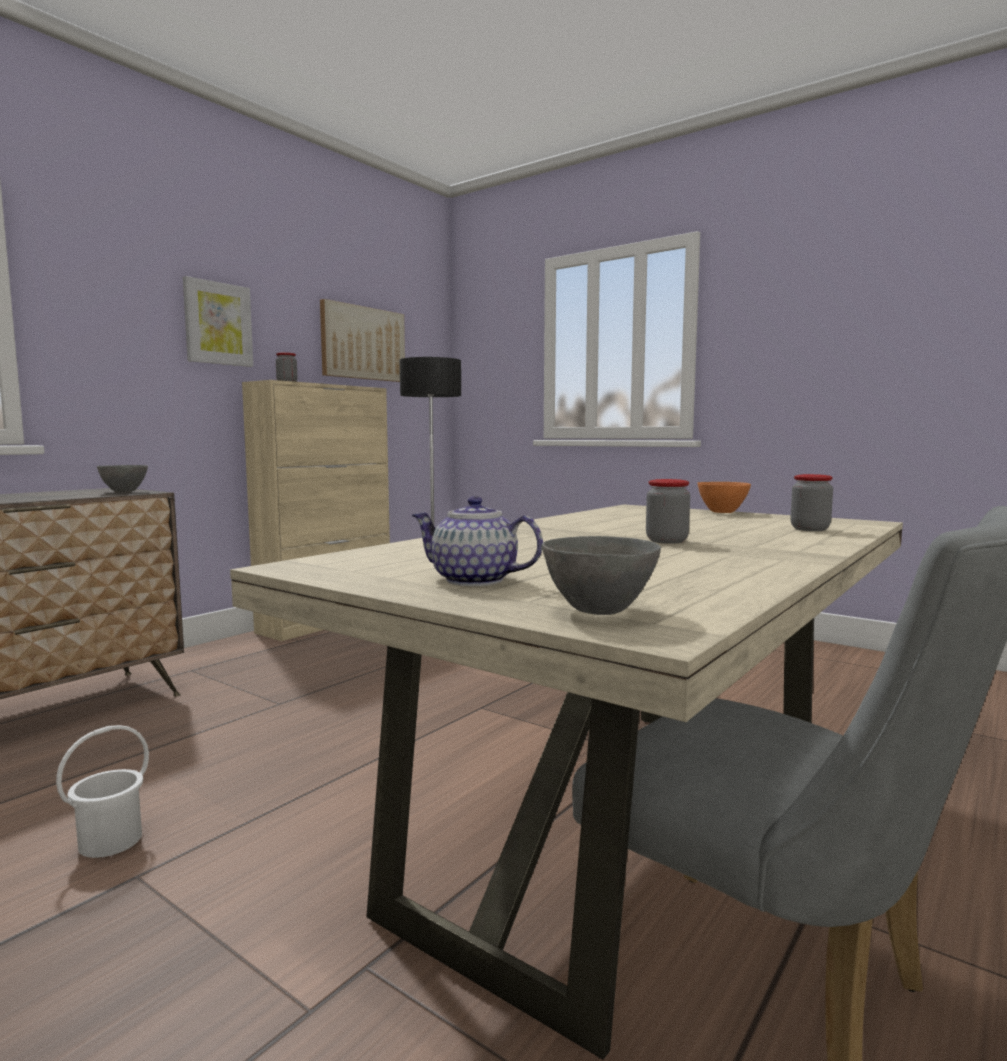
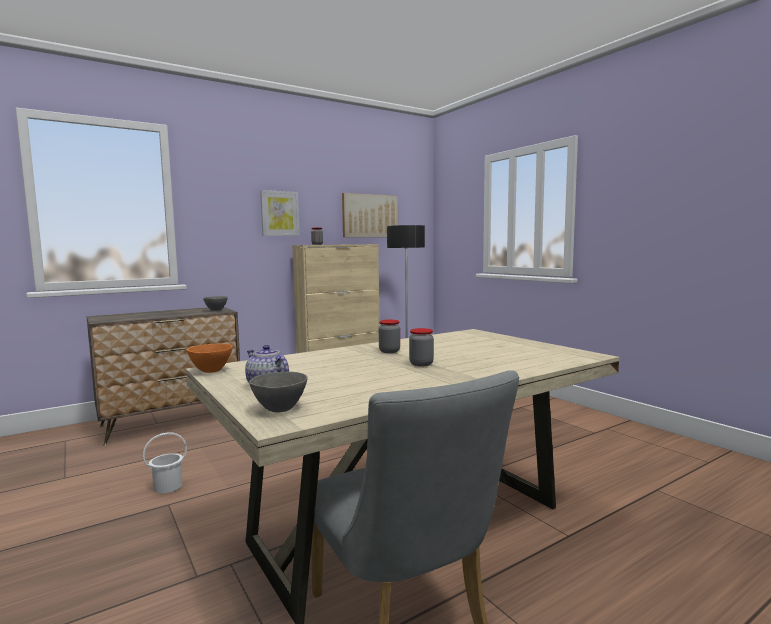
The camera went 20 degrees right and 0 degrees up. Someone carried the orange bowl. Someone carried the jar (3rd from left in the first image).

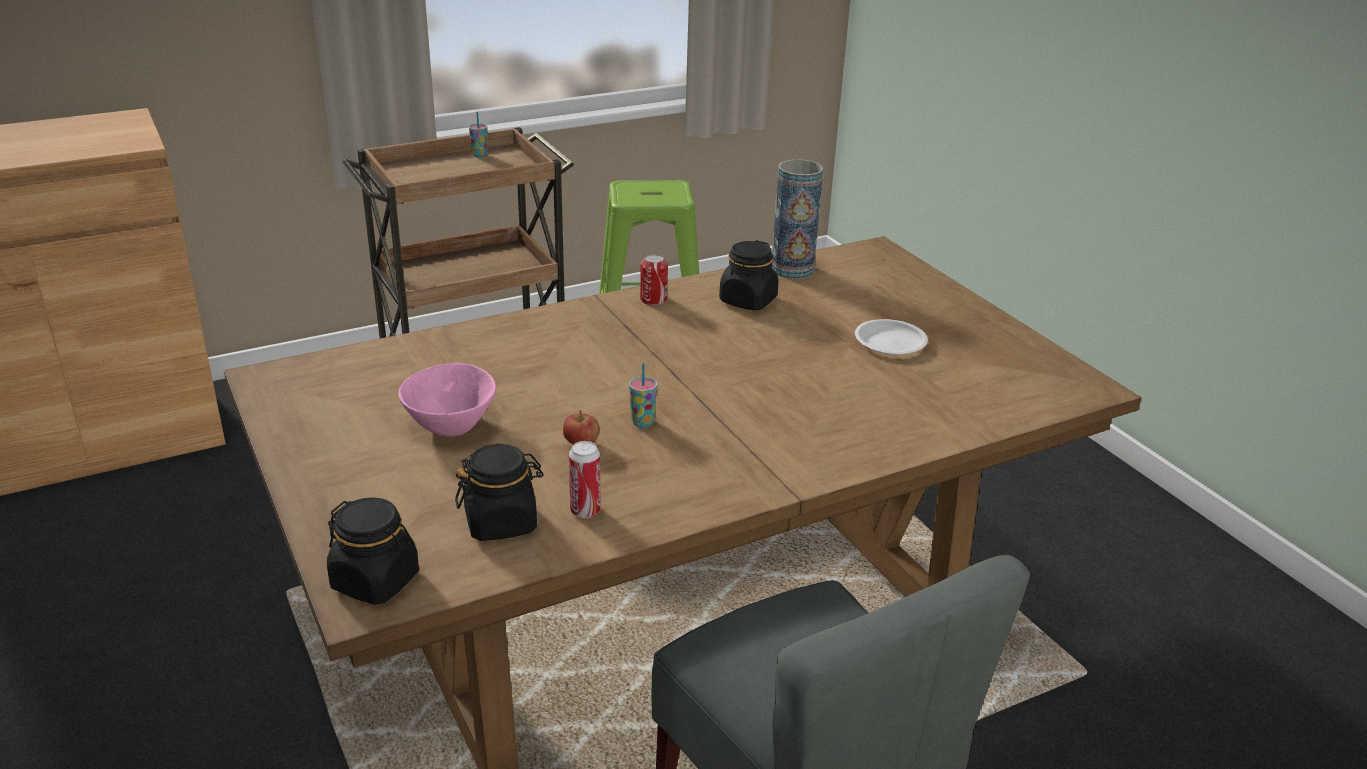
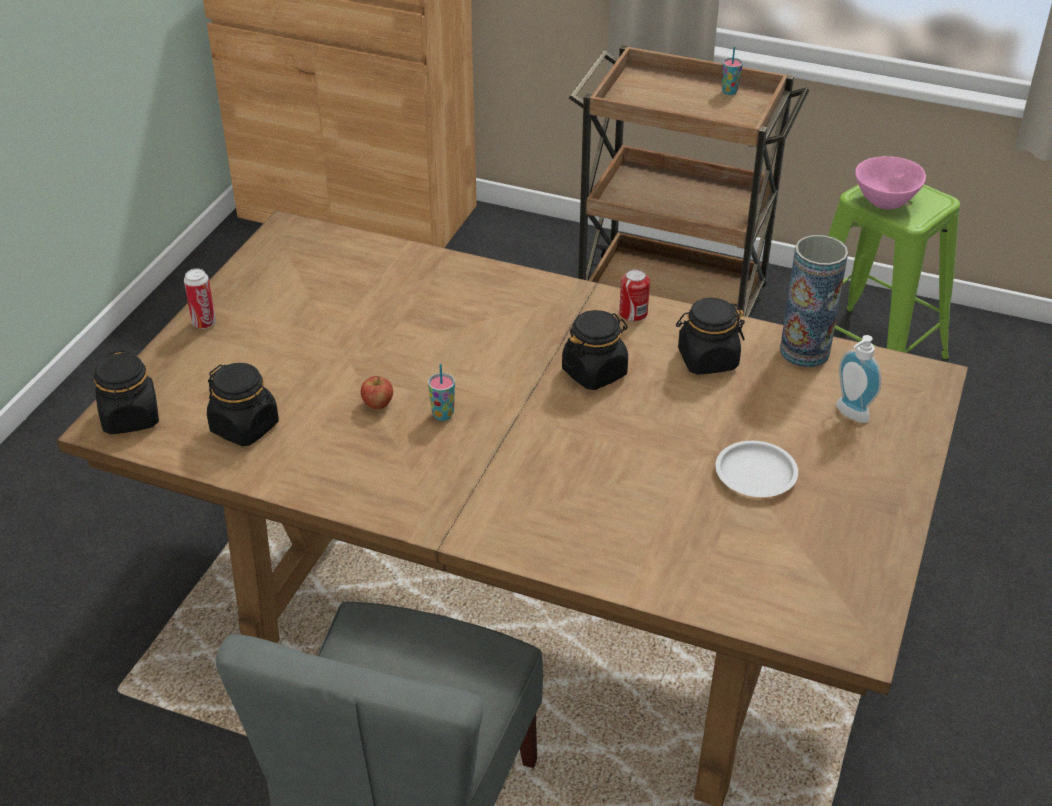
The camera went 50 degrees right and 10 degrees up. Someone put down the black jar (3rd from left). Someone put down the soap dispenser. Someone carried the pink bowl. Someone carried the can (1st from left).

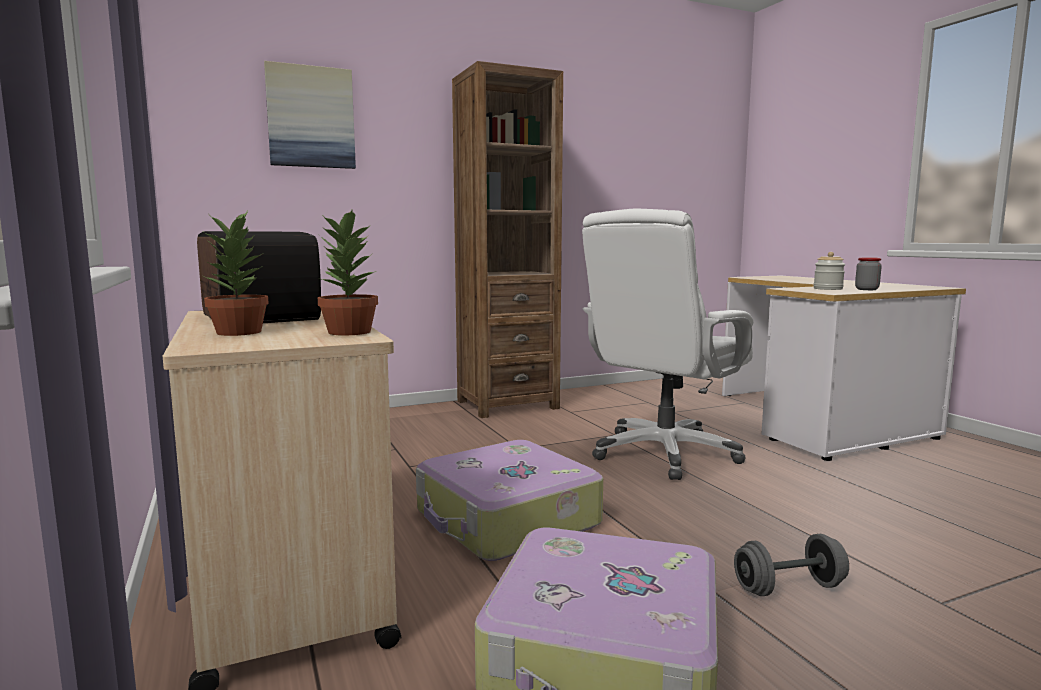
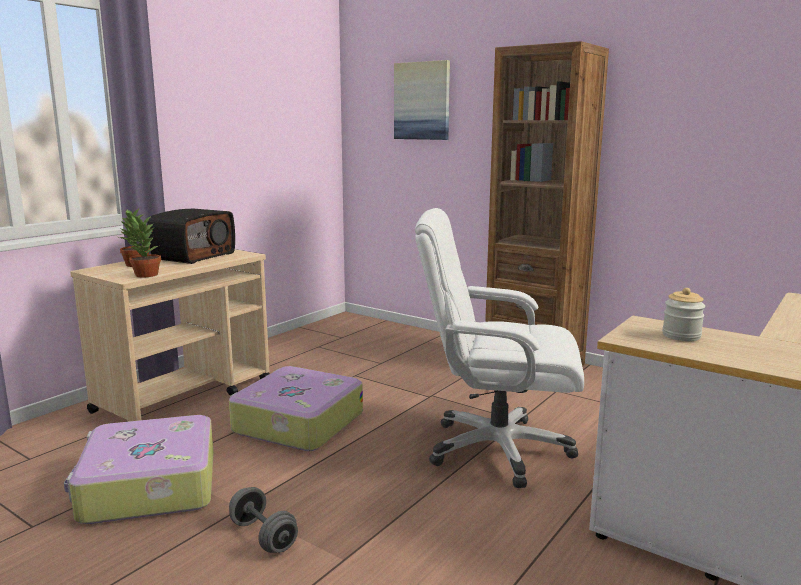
The camera went 60 degrees right and 5 degrees up. Someone took away the jar (2nd from left).

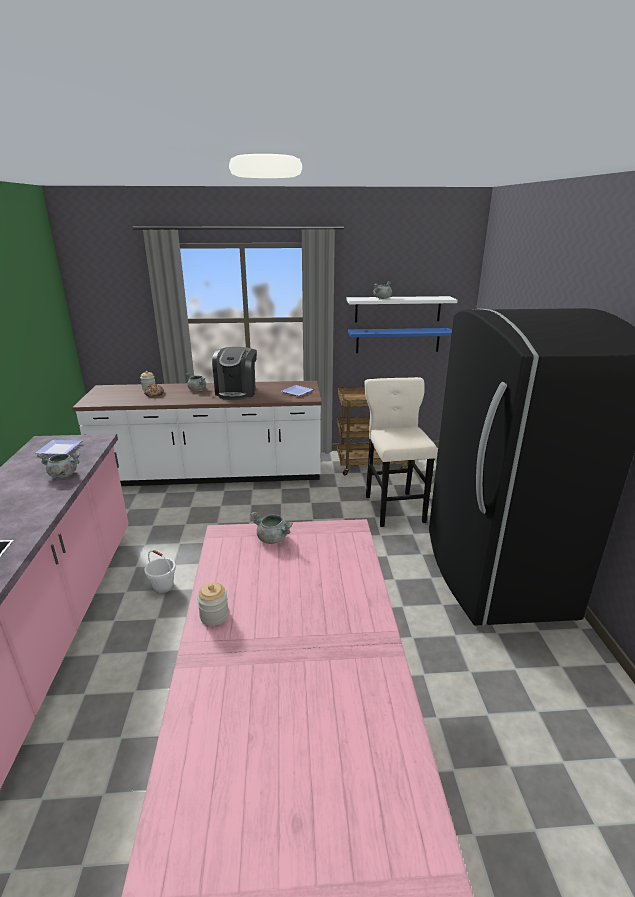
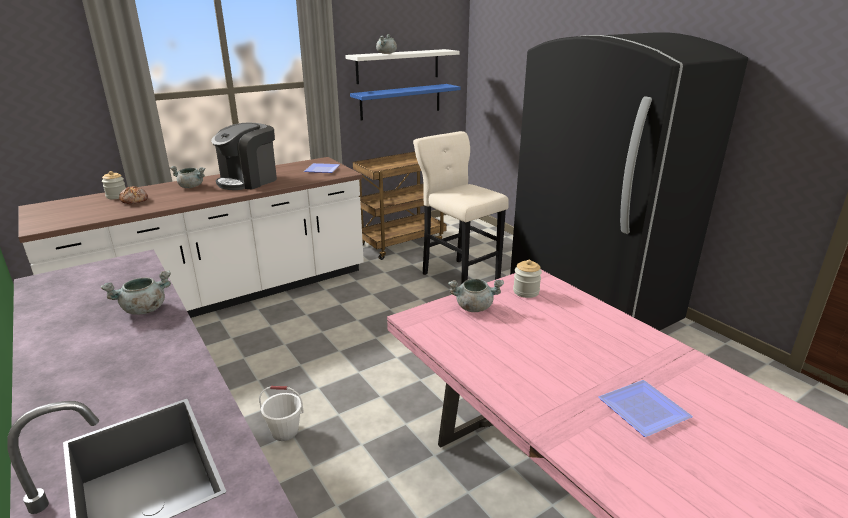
The camera went 30 degrees left and 0 degrees up. Someone carried the plate (1st from left in the first image). Someone carried the jar (2nd from left). Someone rotated the coffee machine by 60 degrees clockwise.

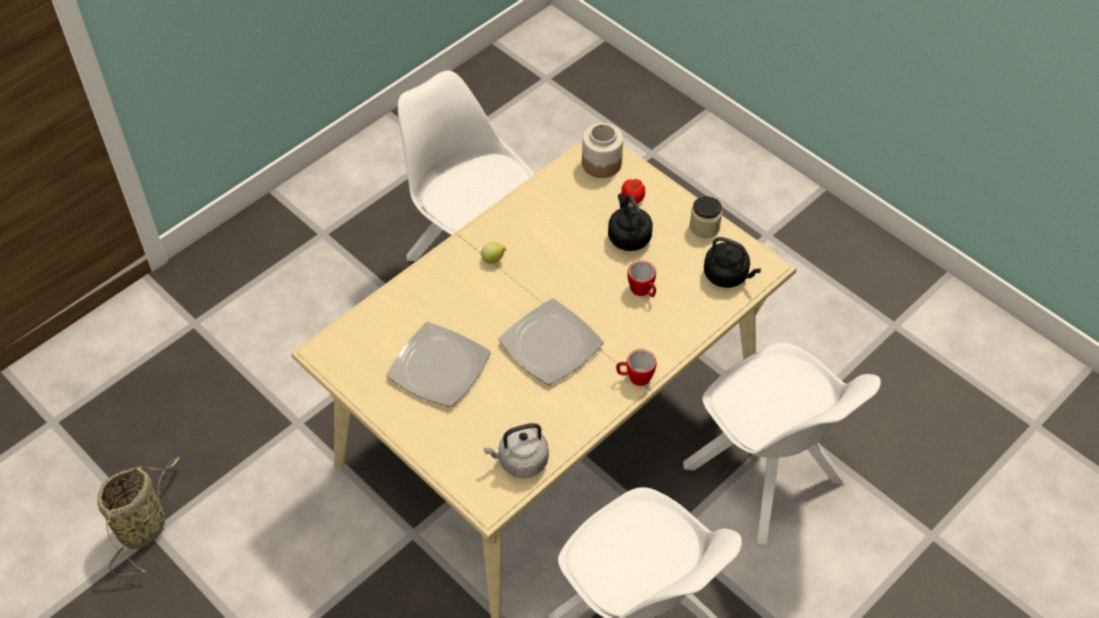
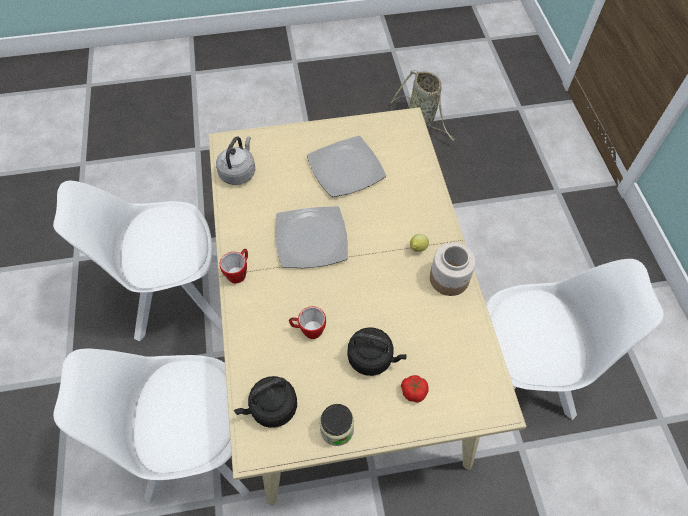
The camera went 125 degrees right and 5 degrees up. Someone carried the jar (1st from left in the first image).

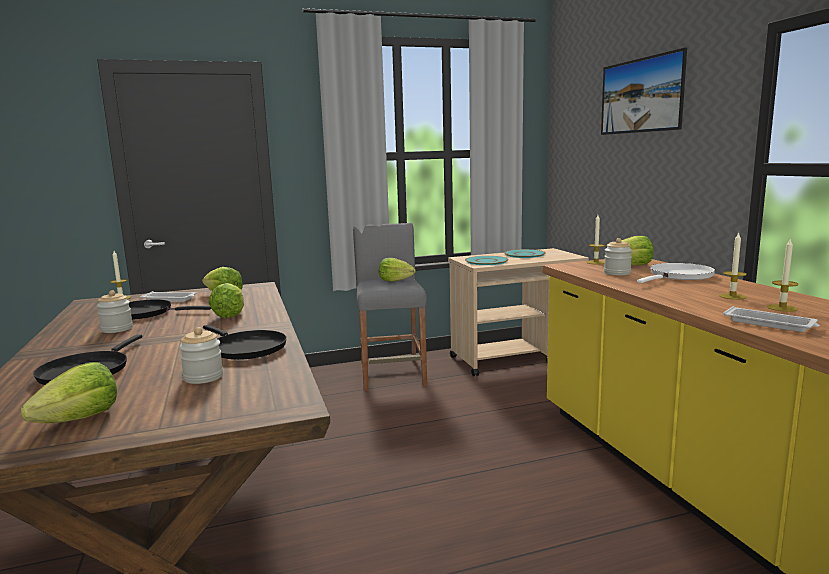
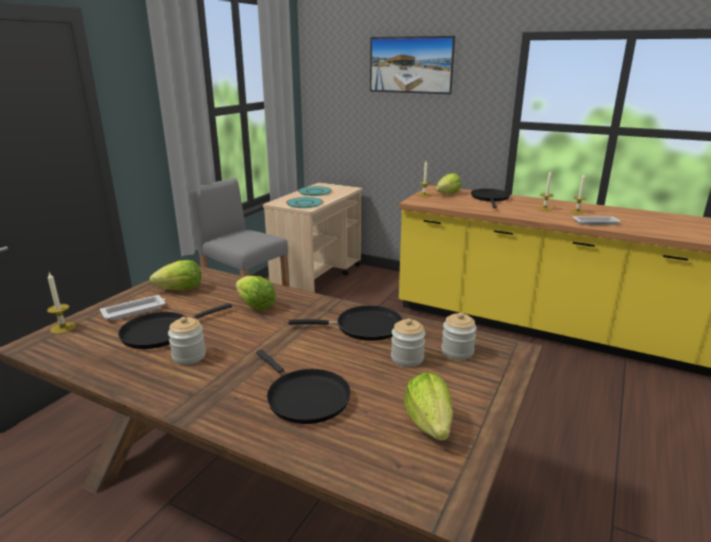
The camera went 45 degrees left and 10 degrees up. Someone took away the lettuce (4th from left). Someone carried the jar (3rd from left). Someone repainted the white frying pan, which became the black frying pan (4th from left).

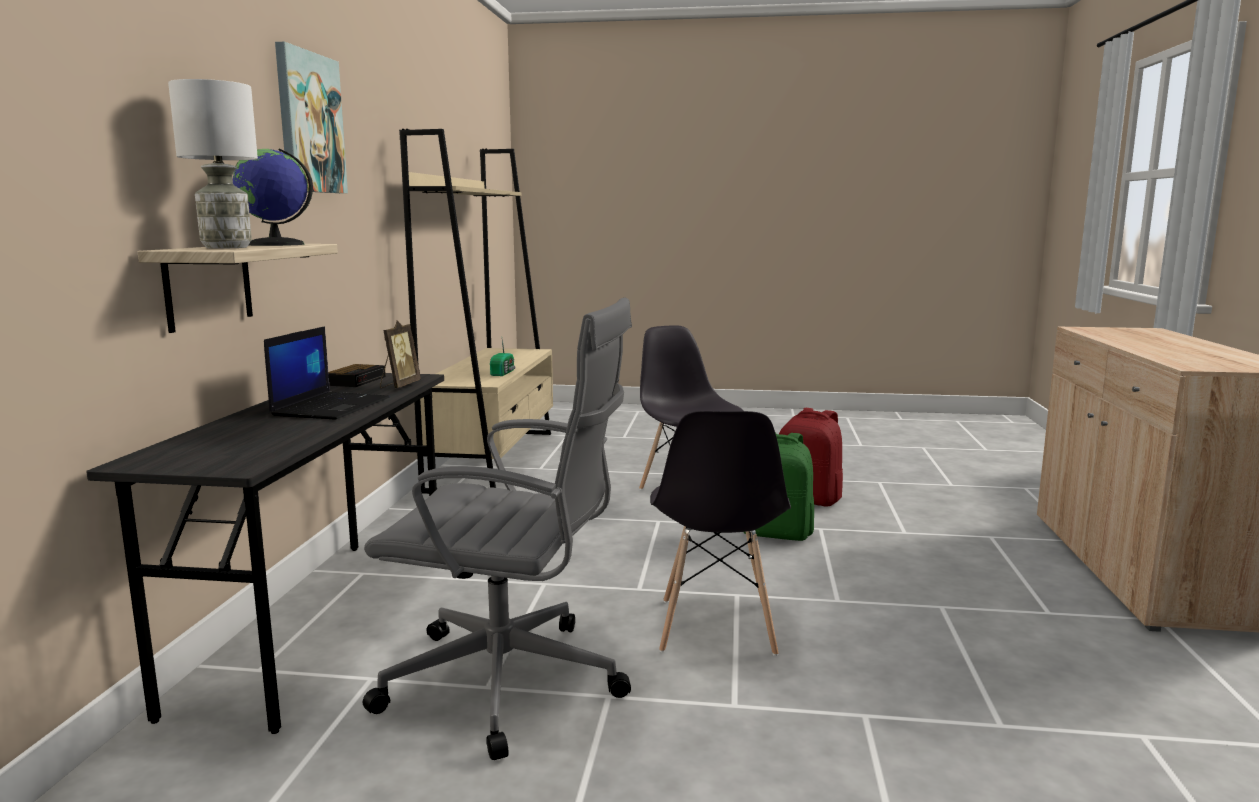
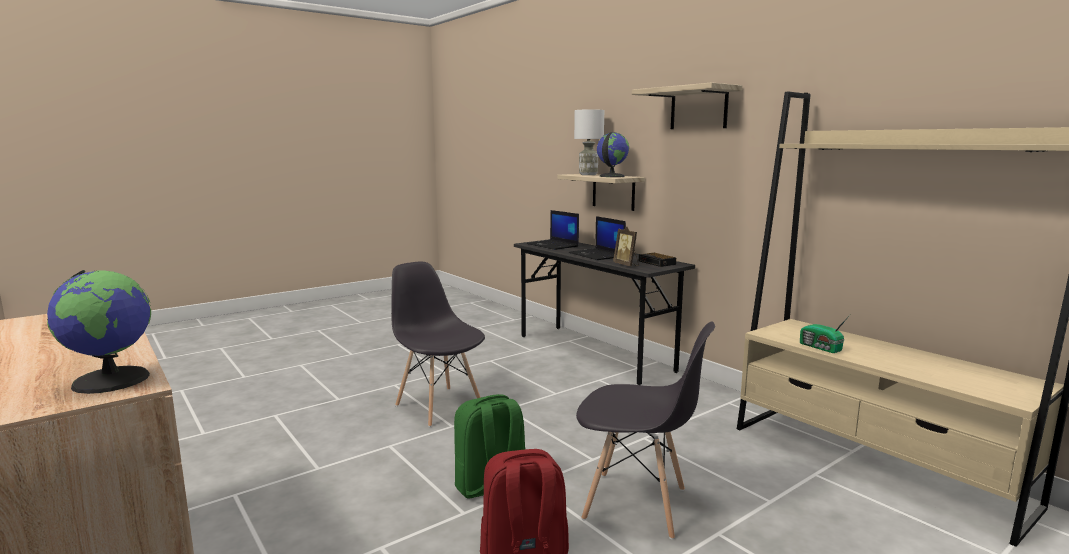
The camera went 135 degrees right and 0 degrees up. Someone took away the grey office chair. Someone put down the globe (1st from left). Someone put down the laptop (1st from left). Someone swapped the picture for the shelf (2nd from left).

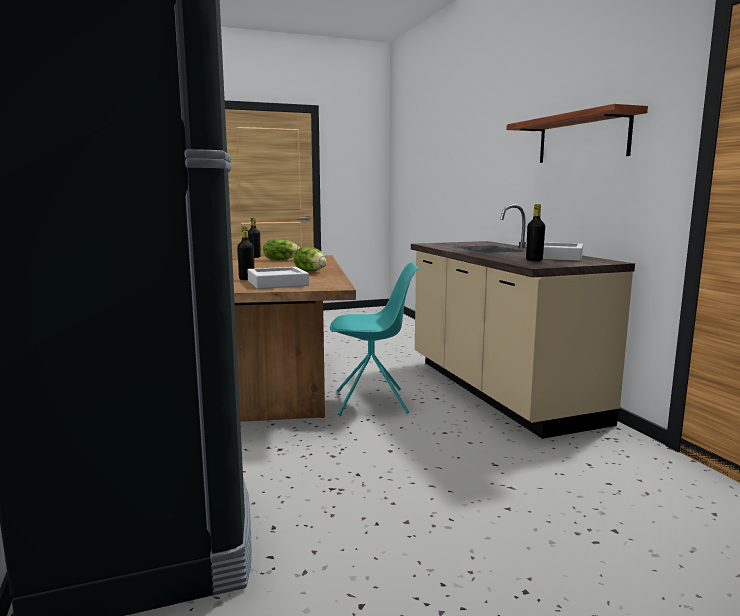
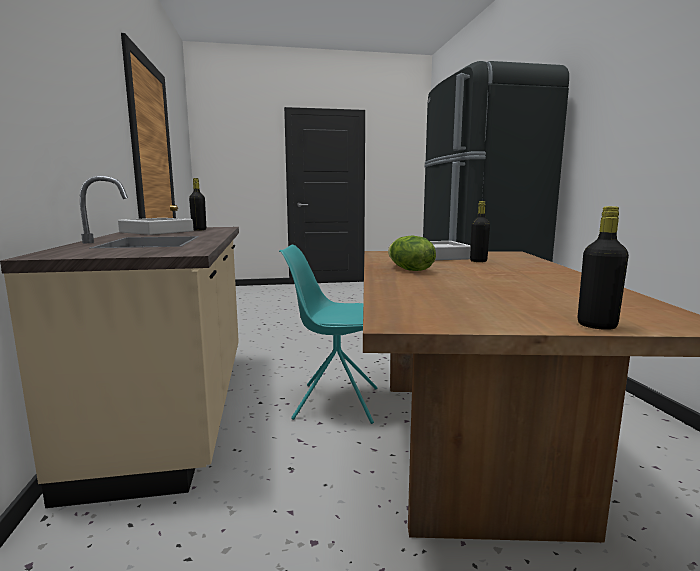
The camera went 170 degrees left and 0 degrees up. Someone took away the lettuce (1st from left). Someone took away the shelf.

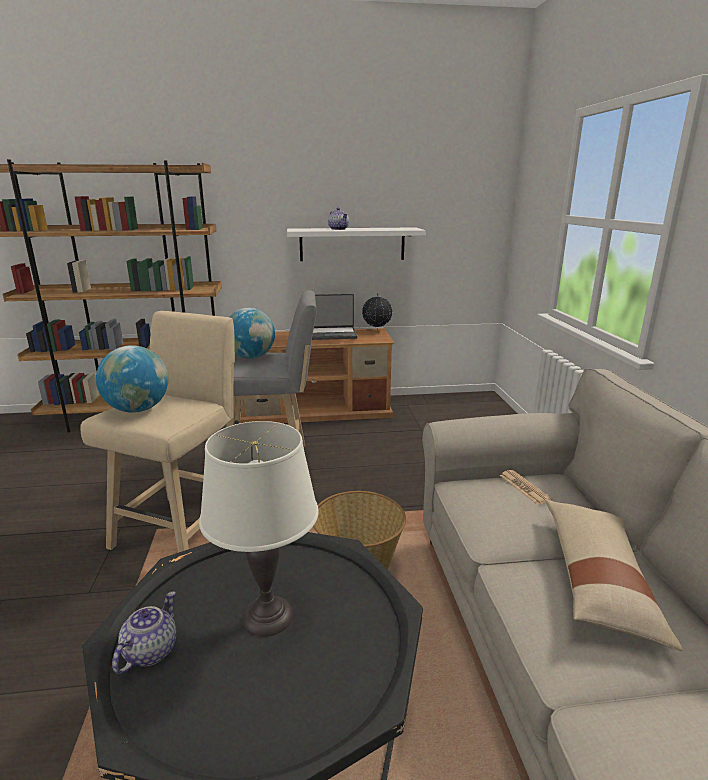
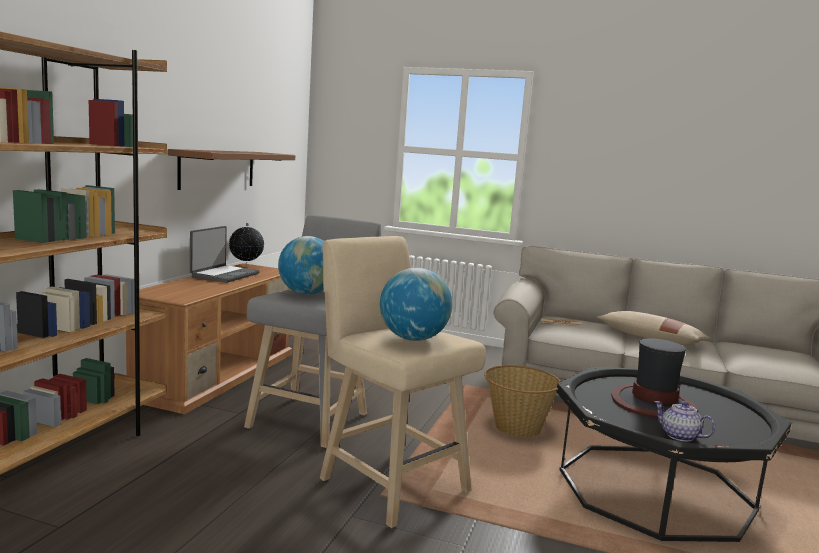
The camera went 65 degrees left and 10 degrees down. Someone took away the teapot (2nd from left). Someone swapped the white table lamp for the hat. Someone repainted the white shelf, which became the brown shelf.

